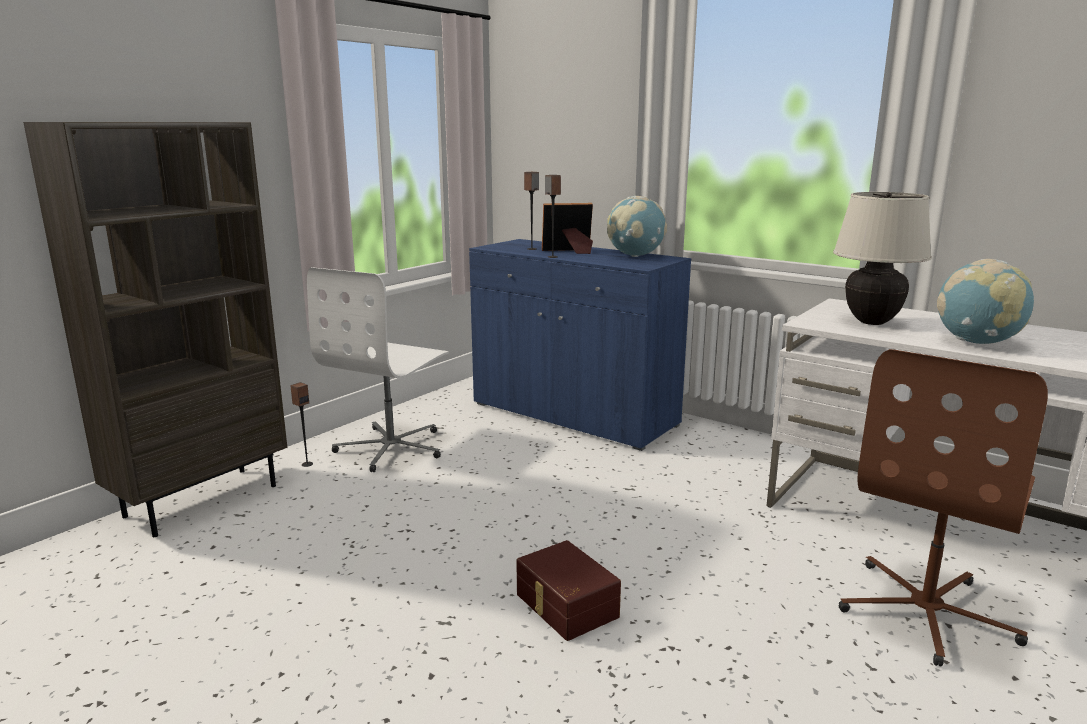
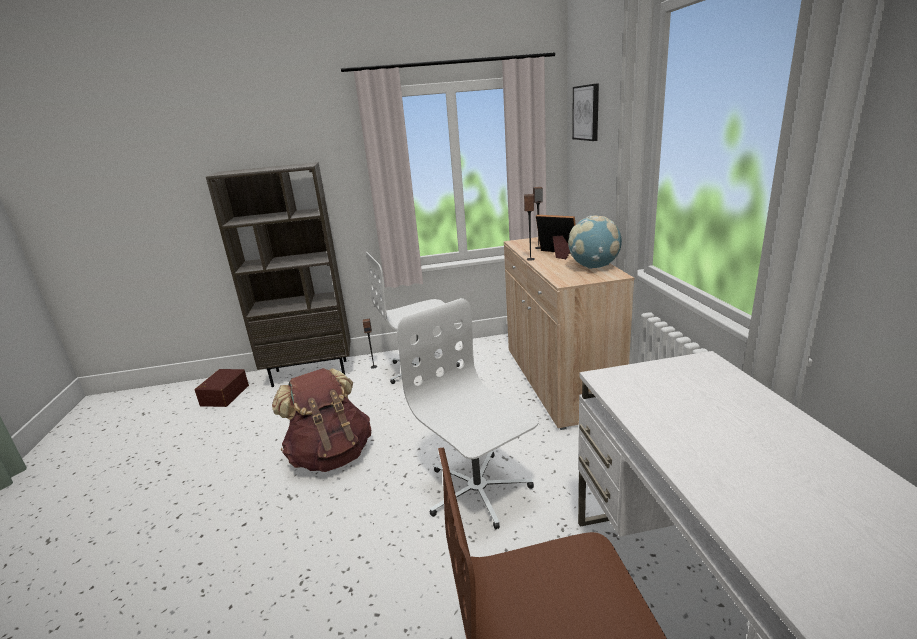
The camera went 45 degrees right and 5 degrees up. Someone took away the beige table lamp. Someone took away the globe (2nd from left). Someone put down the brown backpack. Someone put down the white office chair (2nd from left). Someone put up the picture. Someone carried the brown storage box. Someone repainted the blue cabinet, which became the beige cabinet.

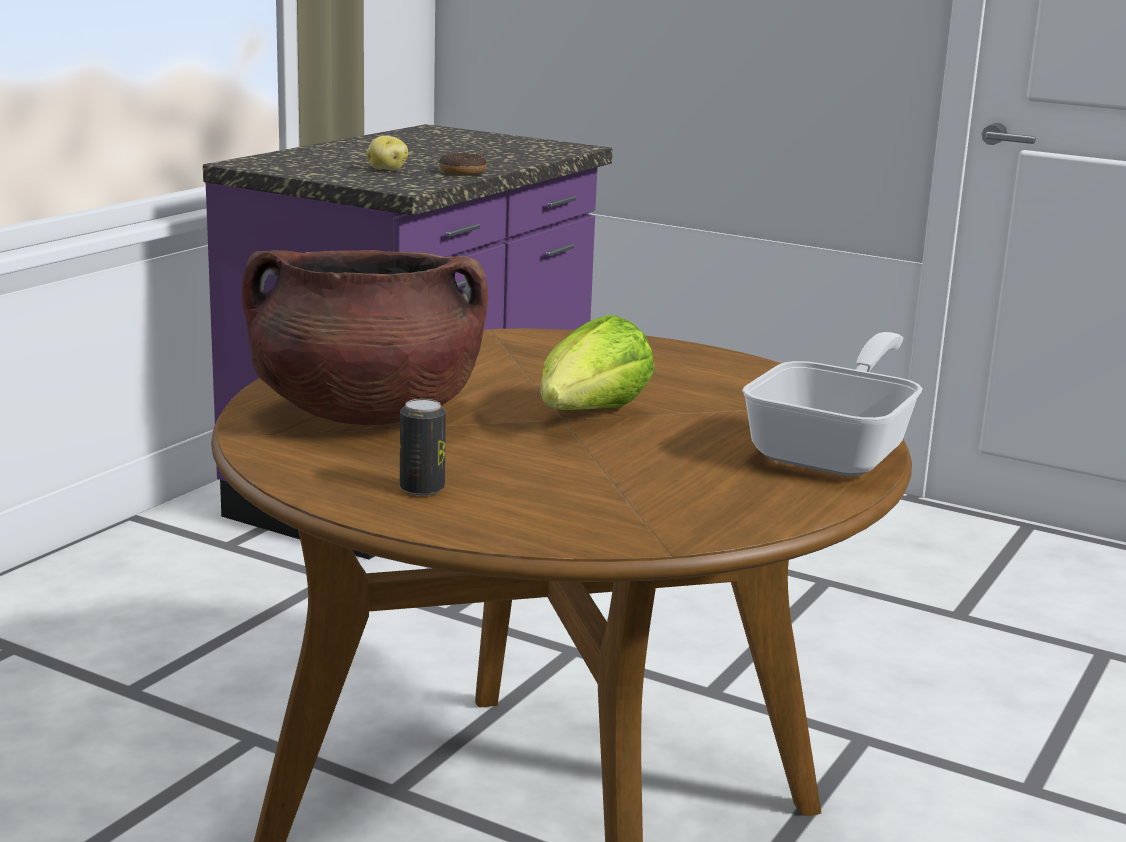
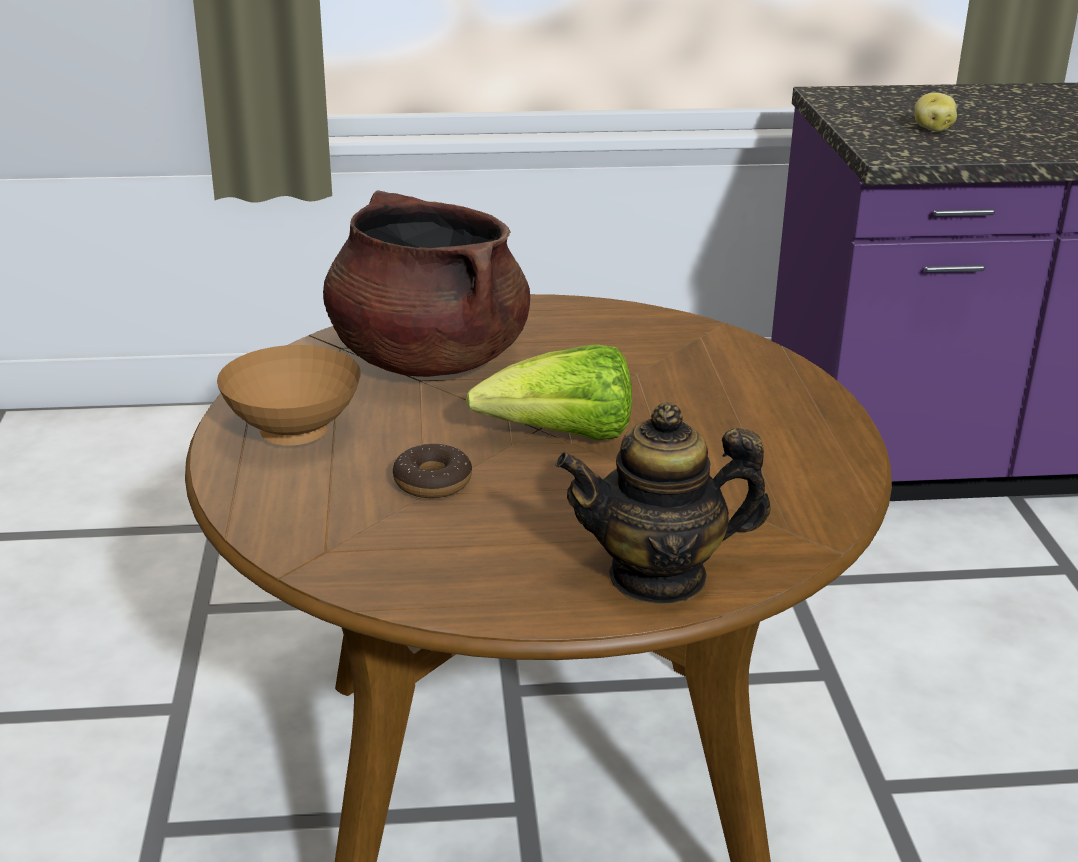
The camera went 55 degrees right and 10 degrees up. Someone carried the donut. Someone swapped the can for the brown bowl. Someone swapped the frying pan for the teapot.

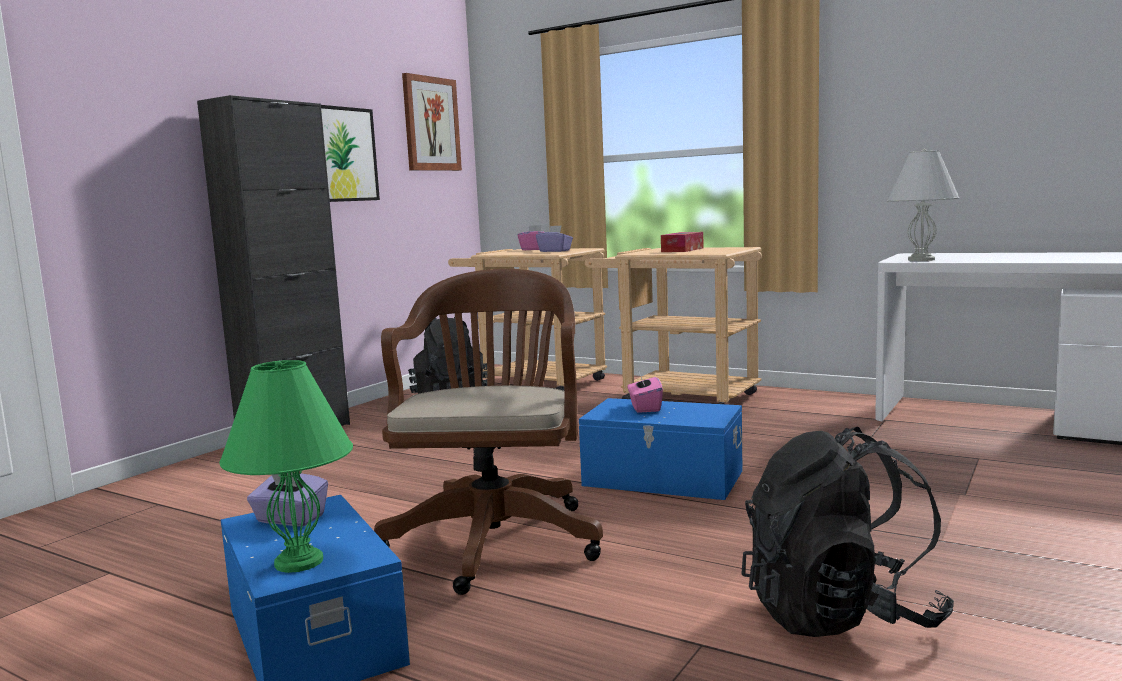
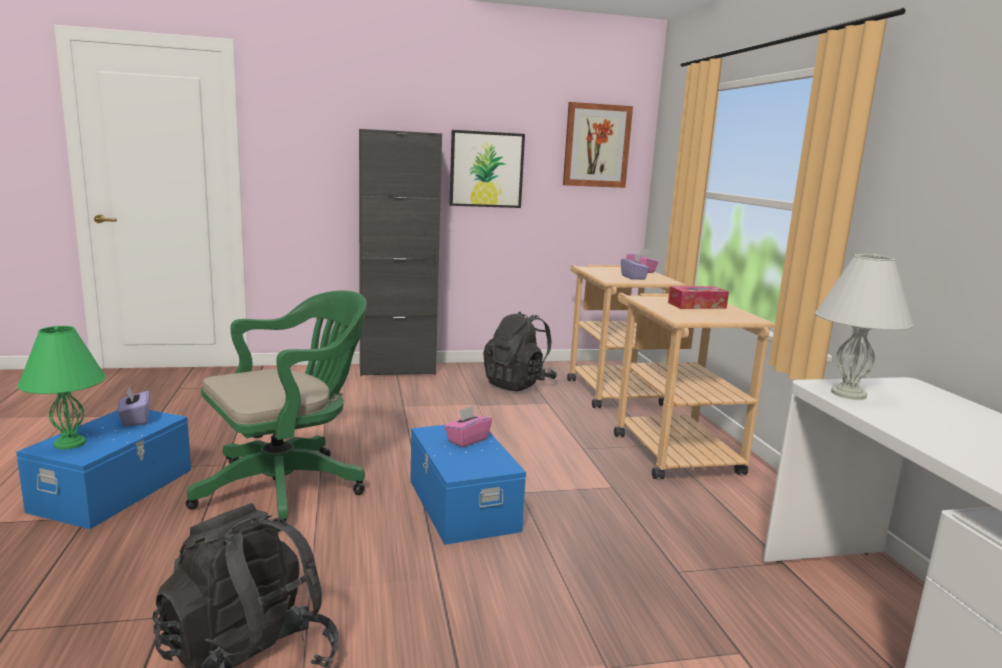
The camera went 45 degrees right and 5 degrees up. Someone repainted the brown office chair, which became the green office chair.

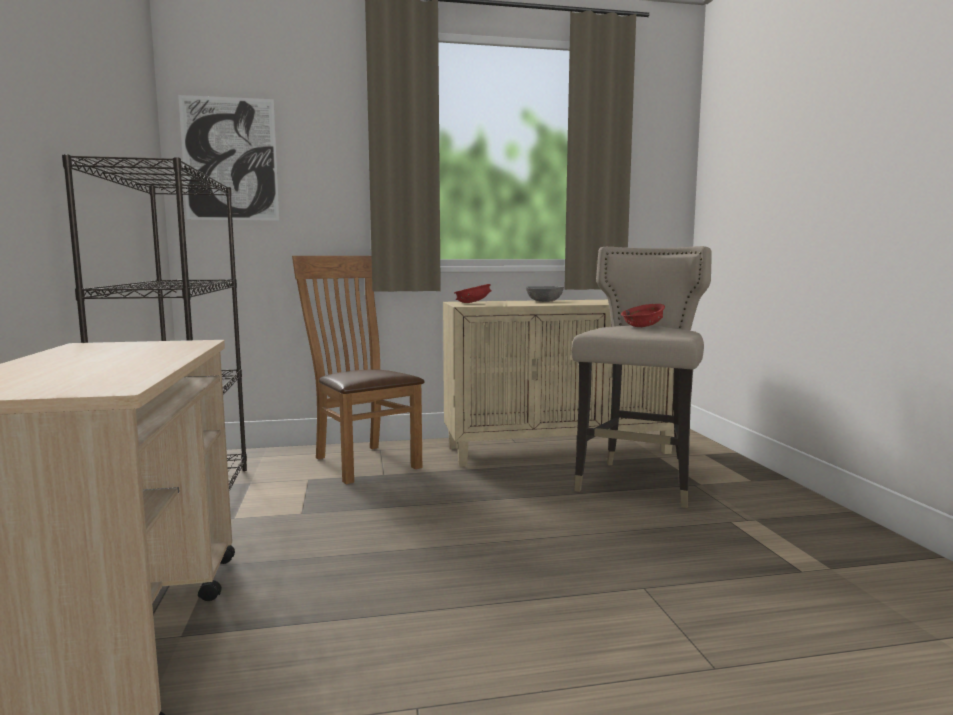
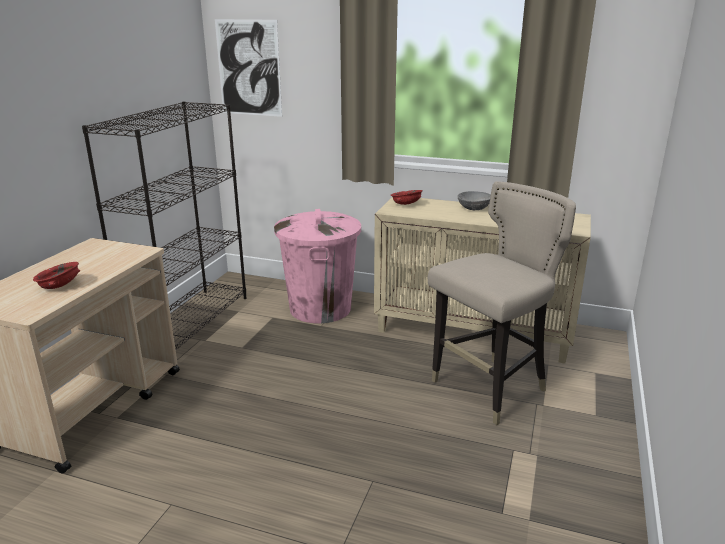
The camera went 30 degrees right and 15 degrees up. Someone carried the red bowl (2nd from left in the first image). Someone swapped the brown chair for the pink trash can.

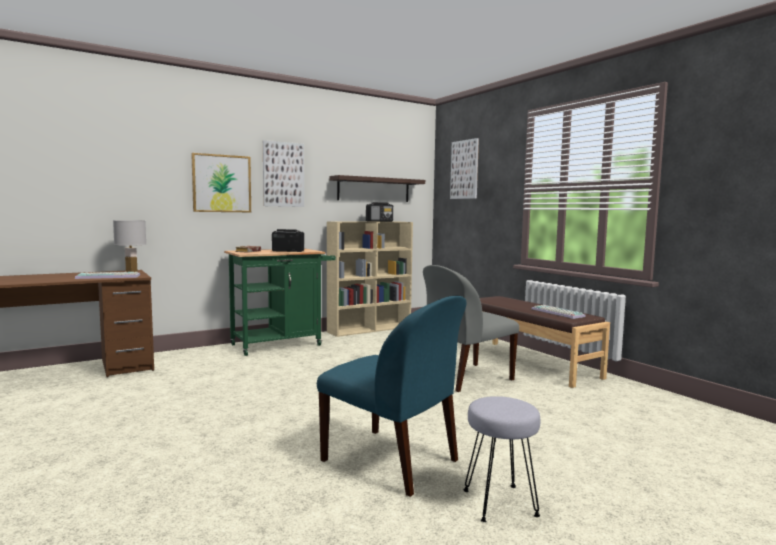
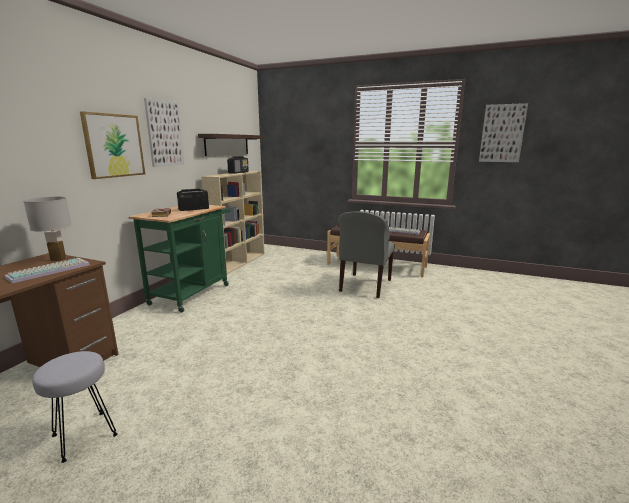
The camera went 35 degrees left and 10 degrees up. Someone took away the blue chair. Someone carried the picture (3rd from left). Someone carried the grey stool.

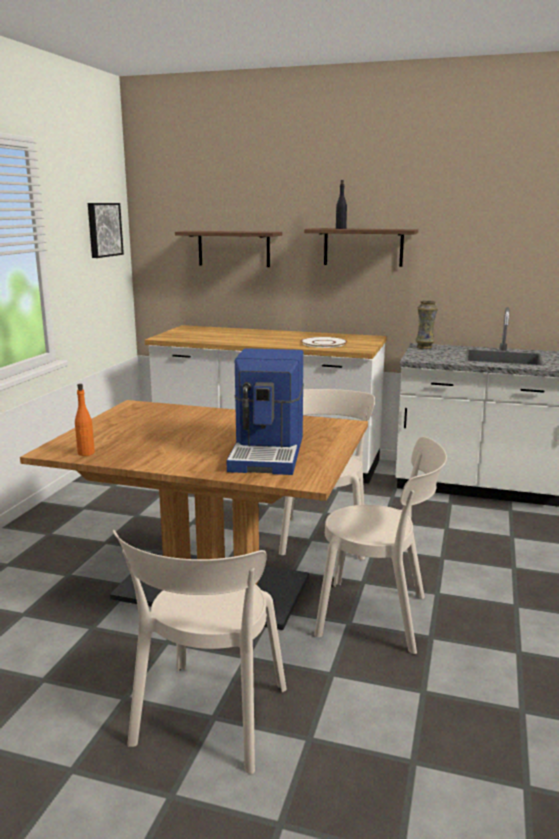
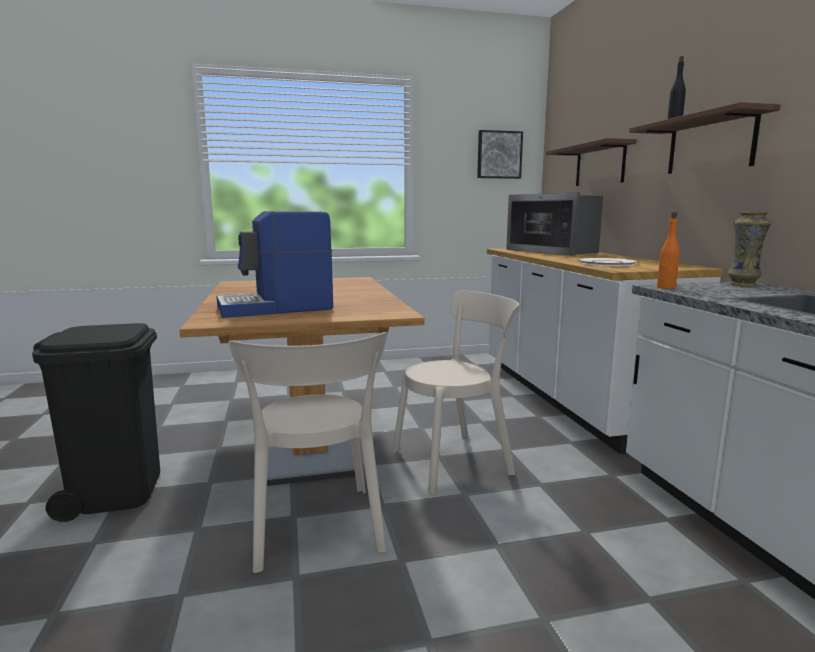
The camera went 60 degrees right and 5 degrees down. Someone put down the microwave. Someone carried the orange bottle. Someone swapped the beige chair (1st from left) for the black trash can.

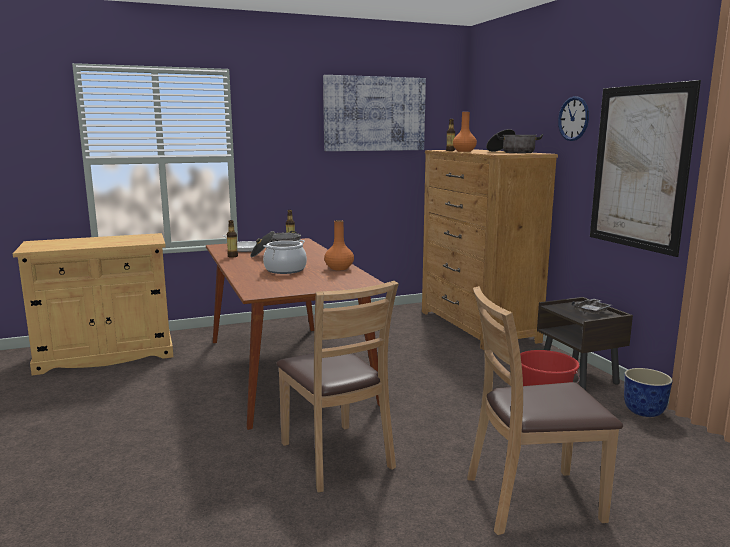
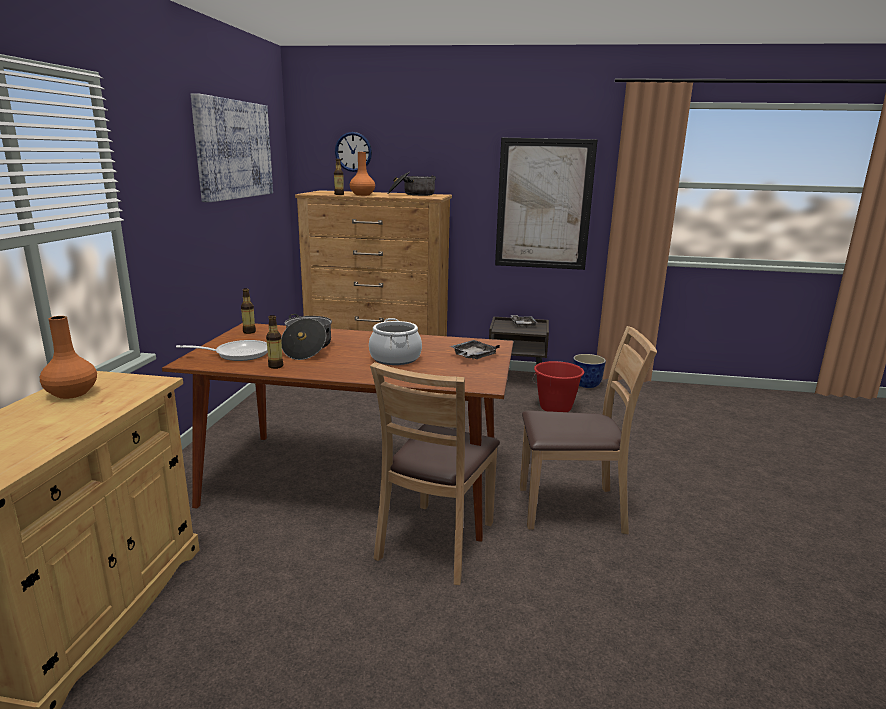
The camera went 60 degrees left and 5 degrees up. Someone put down the grey tray (1st from left). Someone carried the orange vase (1st from left). Someone carried the brown chair (2nd from left in the first image). Someone carried the wall clock.

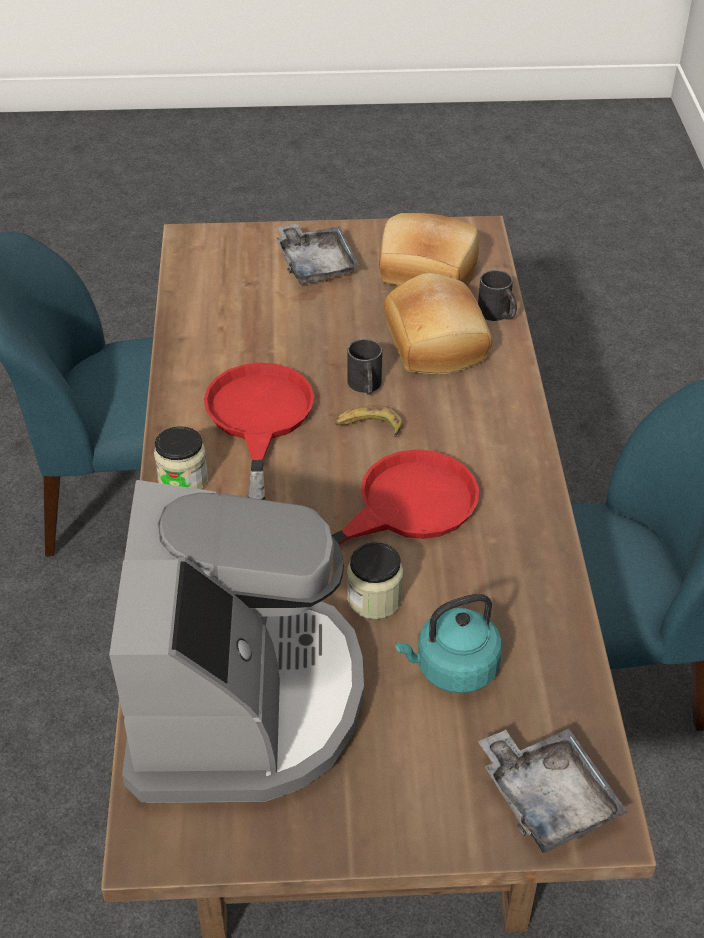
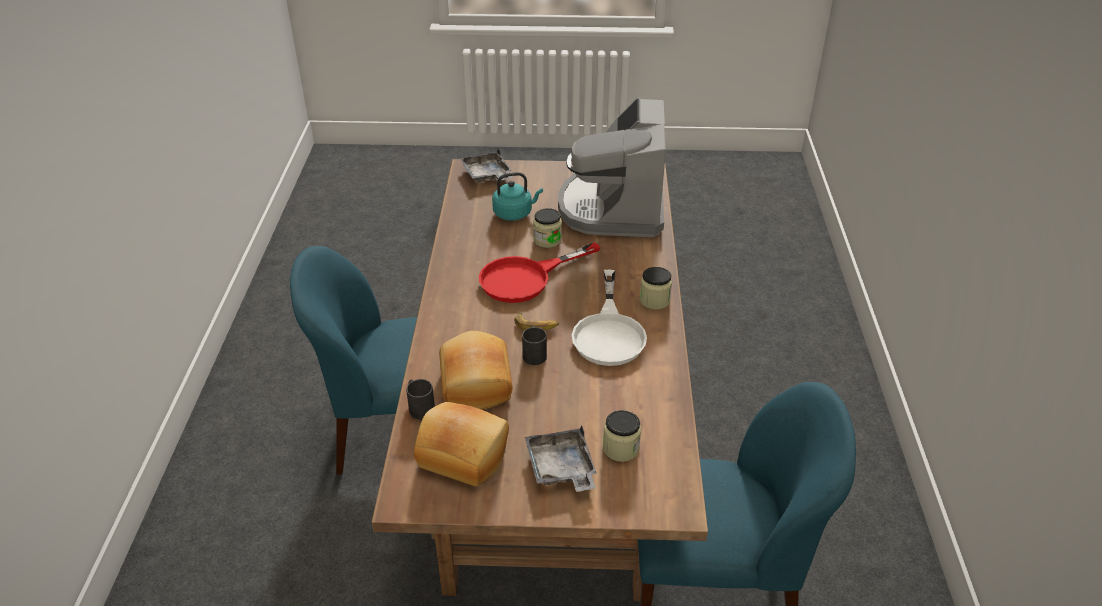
The camera went 175 degrees left and 5 degrees down. Someone put down the jar (2nd from left). Someone repainted the red frying pan (1st from left), which became the white frying pan.

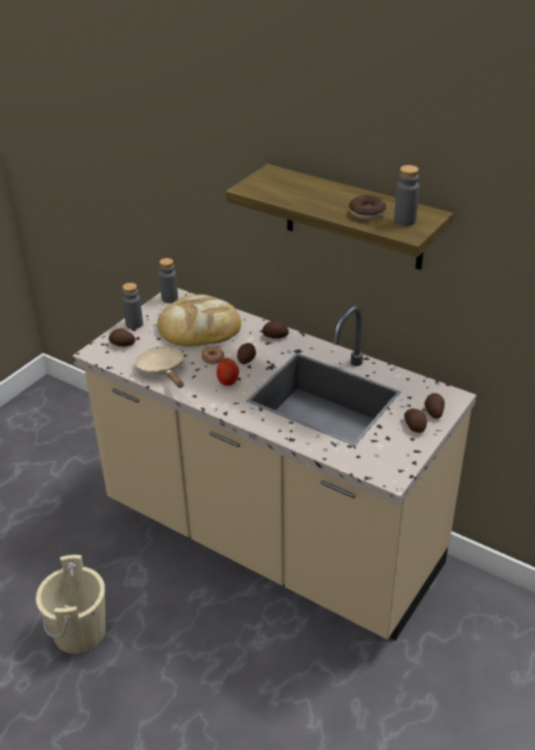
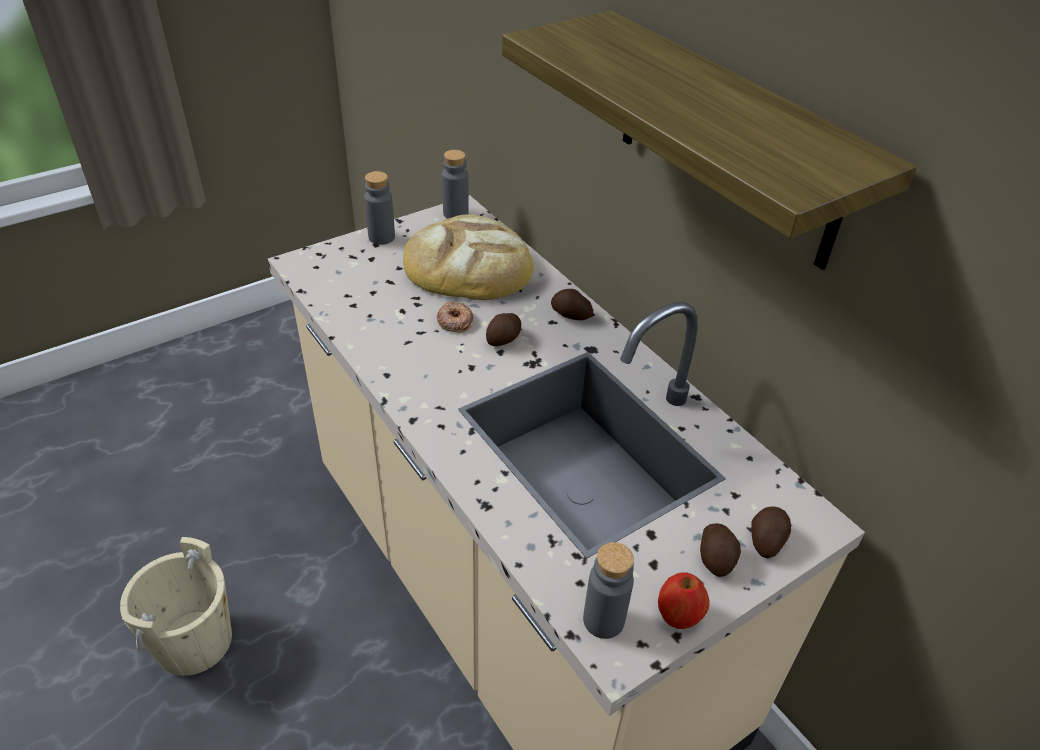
The camera went 20 degrees right and 5 degrees up. Someone took away the potato (1st from left). Someone took away the beige frying pan. Someone took away the donut (2nd from left). Someone carried the apple. Someone carried the grey bottle (3rd from left).

